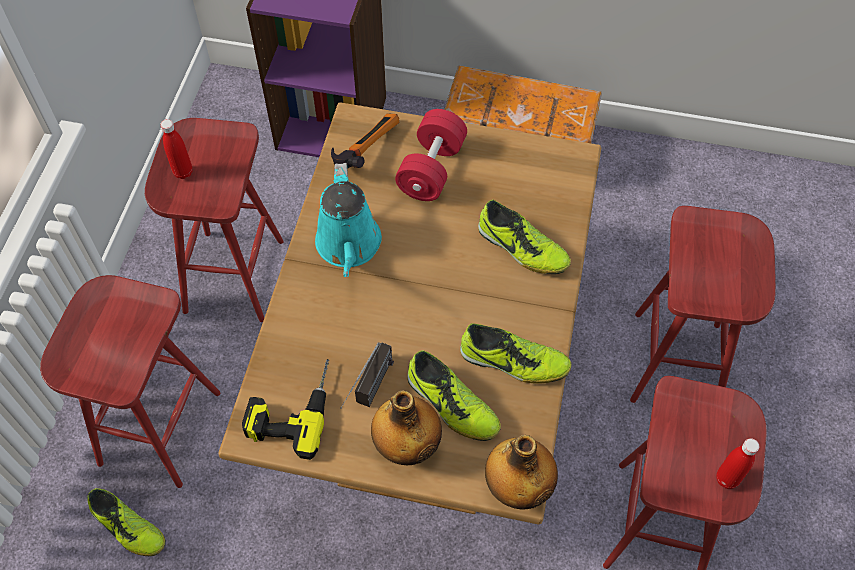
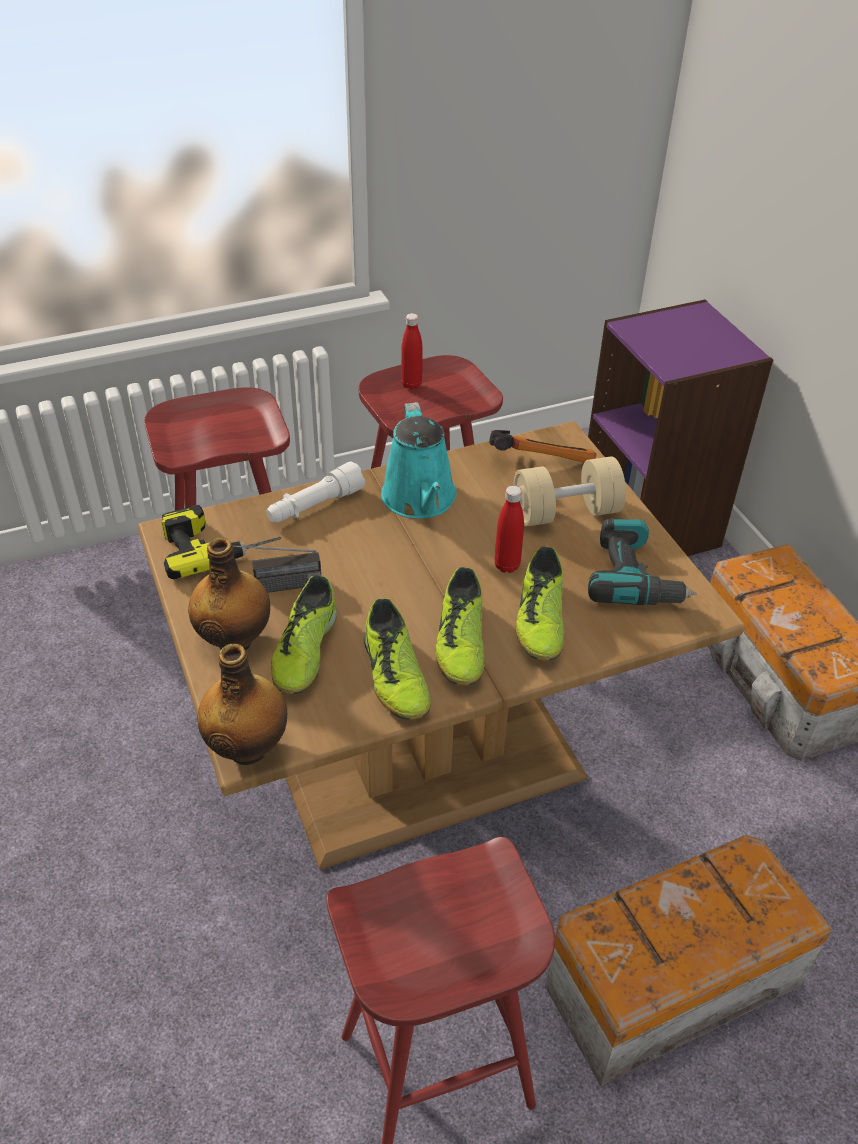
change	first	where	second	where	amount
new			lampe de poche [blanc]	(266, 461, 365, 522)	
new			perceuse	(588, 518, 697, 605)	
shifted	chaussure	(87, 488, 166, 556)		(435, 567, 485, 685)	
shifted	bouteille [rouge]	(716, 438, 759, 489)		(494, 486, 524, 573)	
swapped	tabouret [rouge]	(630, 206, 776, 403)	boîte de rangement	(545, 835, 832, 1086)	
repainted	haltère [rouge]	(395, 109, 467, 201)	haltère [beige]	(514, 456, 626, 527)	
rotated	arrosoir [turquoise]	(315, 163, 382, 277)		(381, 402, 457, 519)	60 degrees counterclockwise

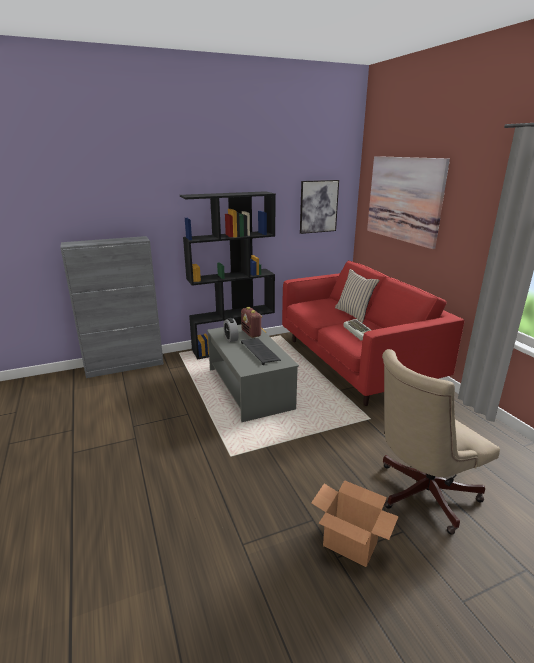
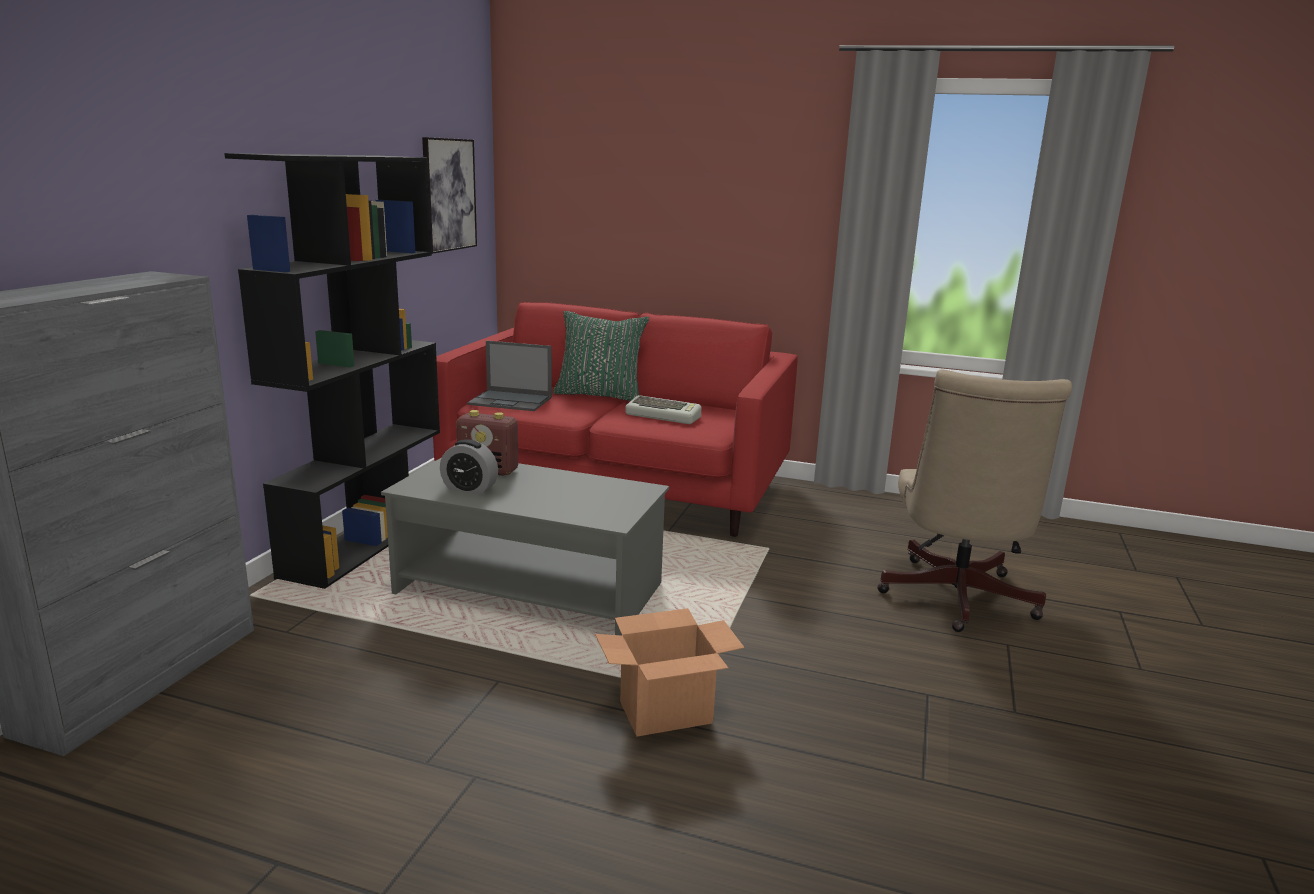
change	first	where	second	where	amount
gone	clavier	(241, 338, 281, 365)			
gone	tableau	(367, 156, 450, 249)			
new			ordinateur portable	(467, 341, 552, 411)	
shifted	carton	(311, 480, 399, 567)		(595, 608, 745, 737)	
repainted	coussin [beige]	(335, 269, 380, 323)	coussin [vert]	(553, 311, 649, 401)	

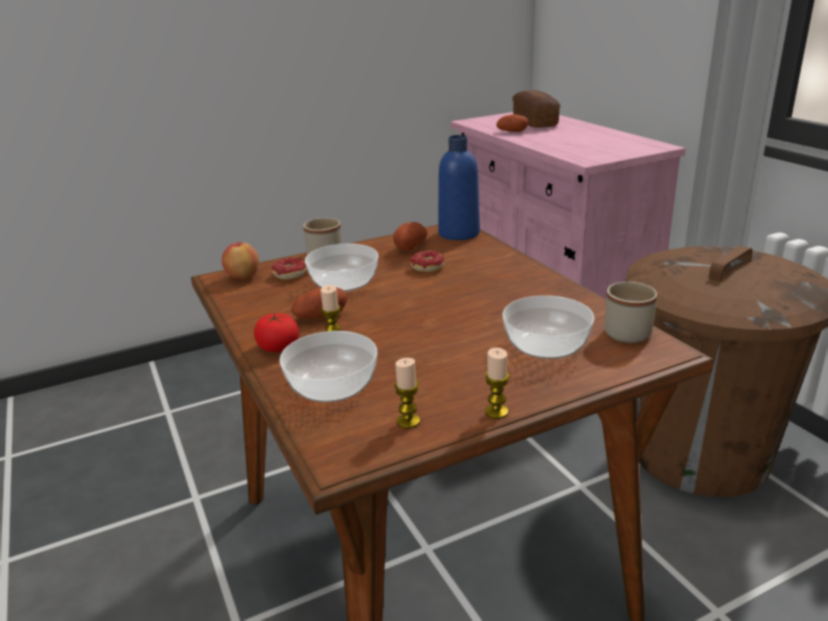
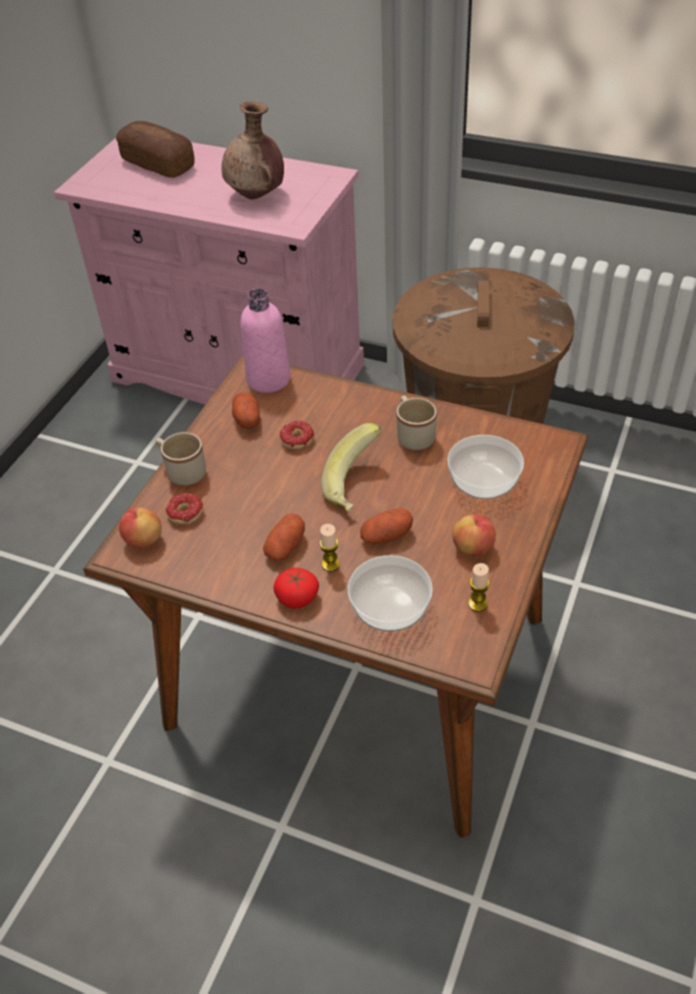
change	first	where	second	where	amount
gone	bol	(305, 244, 378, 292)			
gone	bougie	(485, 348, 509, 419)			
new			vase [marron]	(221, 102, 284, 199)	
new			banane	(321, 423, 382, 512)	
new			pomme	(452, 514, 496, 556)	
shifted	pomme de terre	(496, 114, 529, 132)		(360, 508, 413, 544)	
shifted	mug [beige]	(604, 282, 657, 343)		(397, 396, 437, 450)	
repainted	bouteille [bleu]	(438, 135, 480, 240)	bouteille [rose]	(241, 289, 290, 393)	

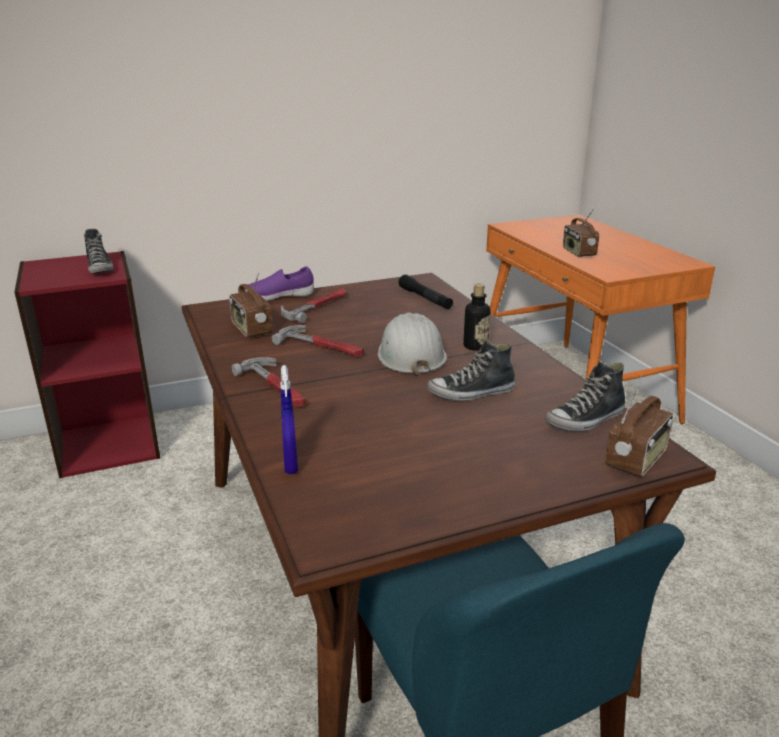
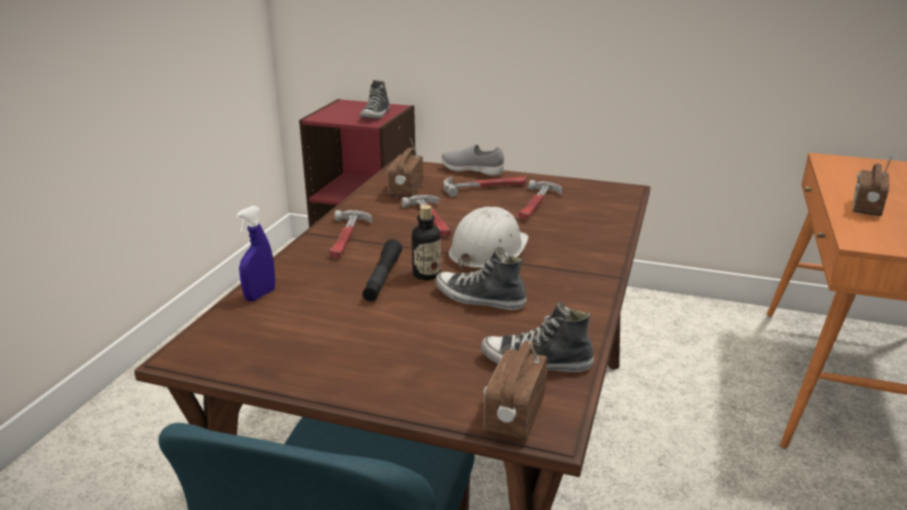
change	first	where	second	where	amount
new			marteau	(519, 180, 562, 220)	
shifted	lampe de poche [noir]	(399, 275, 453, 309)		(362, 239, 402, 301)	
shifted	bouteille	(463, 284, 490, 351)		(412, 205, 441, 280)	
repainted	chaussure [violet]	(245, 266, 314, 301)	chaussure [gris]	(441, 145, 504, 176)	
rotated	radio	(605, 375, 673, 477)		(484, 341, 547, 440)	120 degrees clockwise

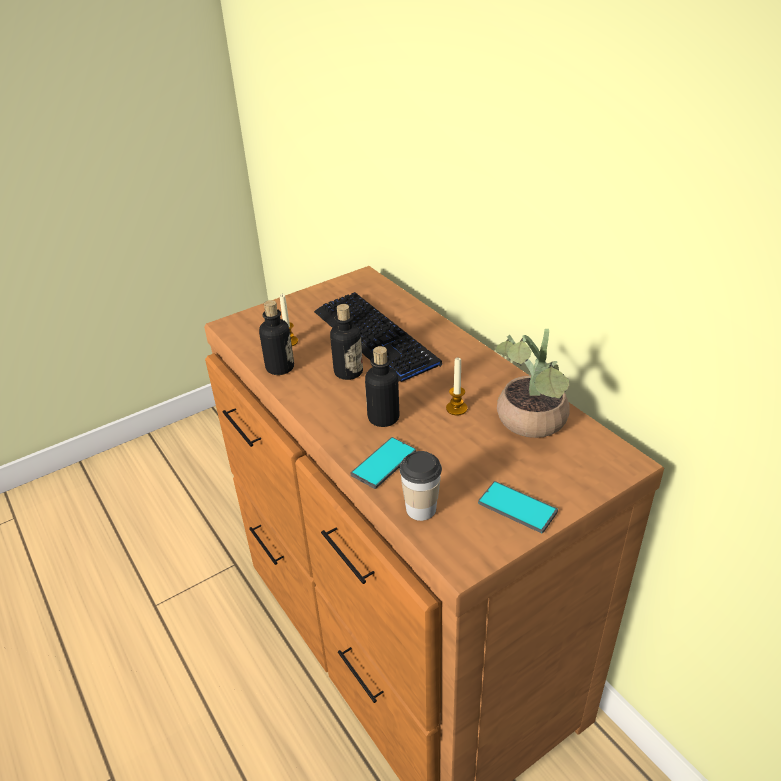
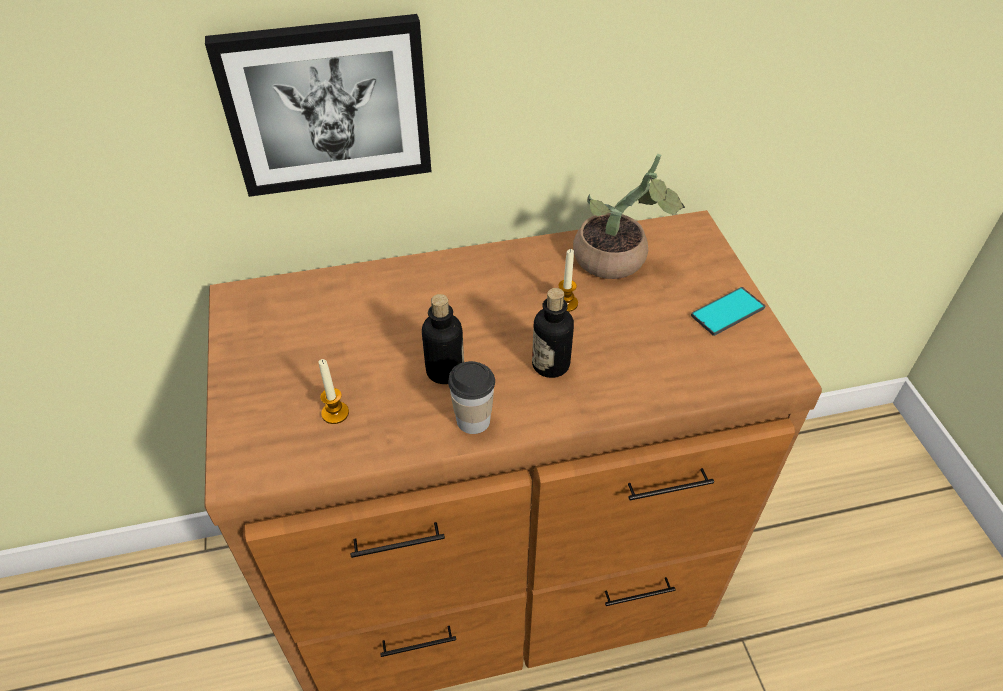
change	first	where	second	where	amount
gone	bouteille	(259, 300, 294, 375)			
gone	clavier	(314, 292, 442, 382)			
gone	téléphone	(351, 437, 416, 489)			
new			tableau	(205, 14, 432, 197)	
shifted	tasse	(399, 451, 442, 521)		(448, 361, 495, 434)	

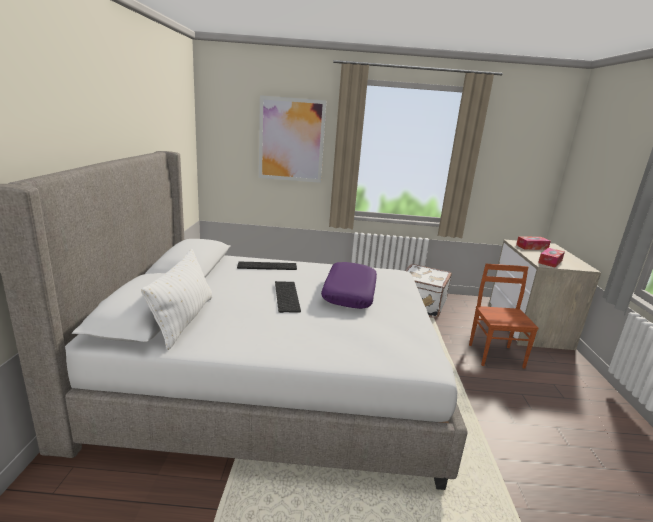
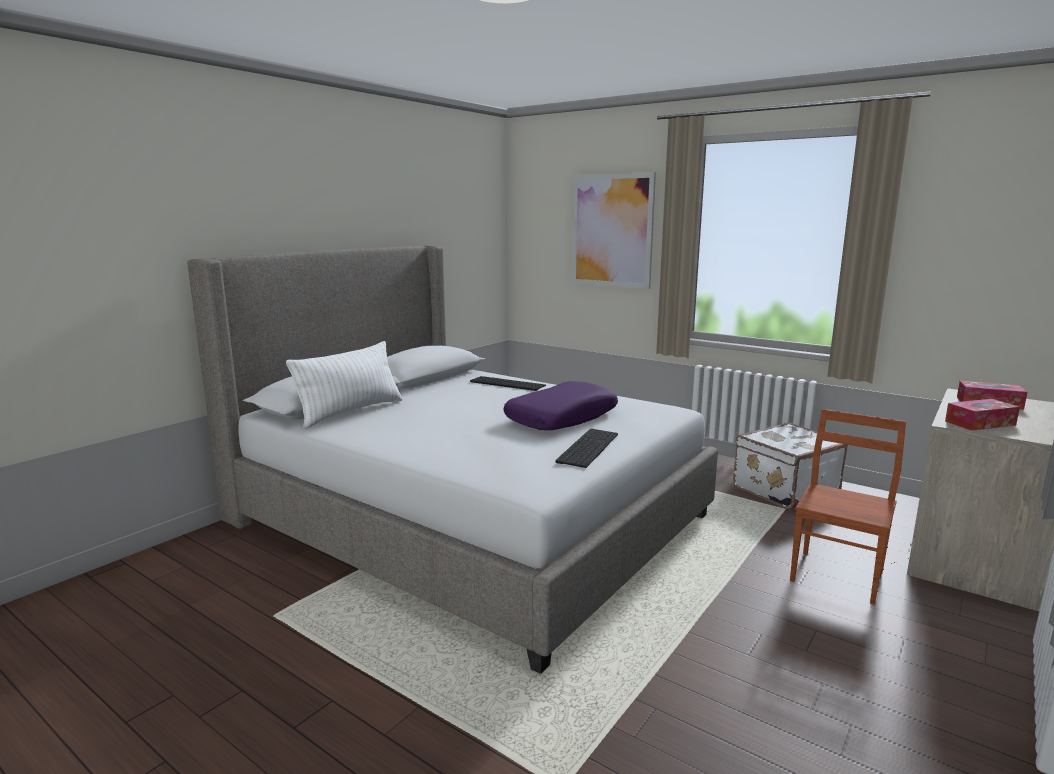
change	first	where	second	where	amount
shifted	clavier	(275, 281, 301, 313)		(555, 429, 618, 468)	

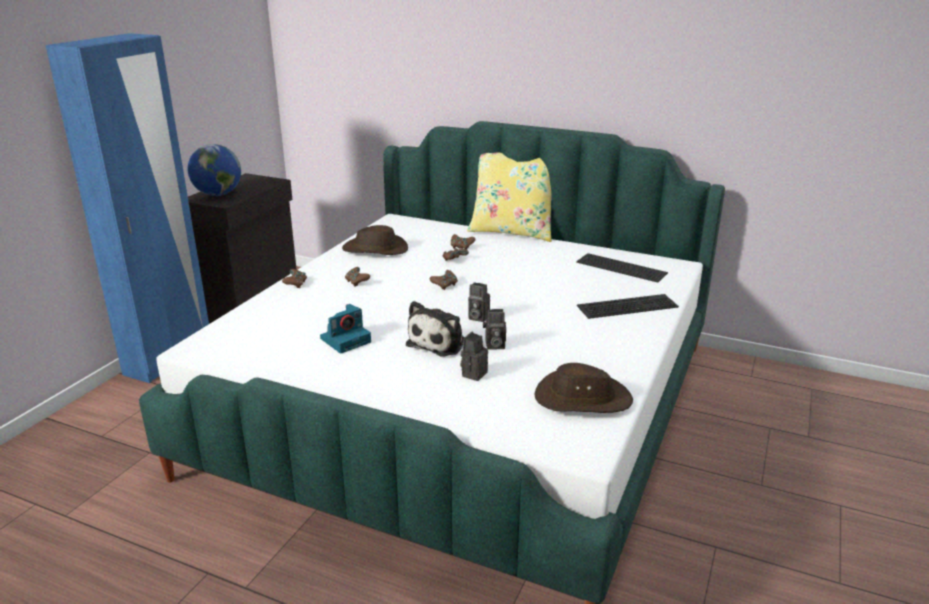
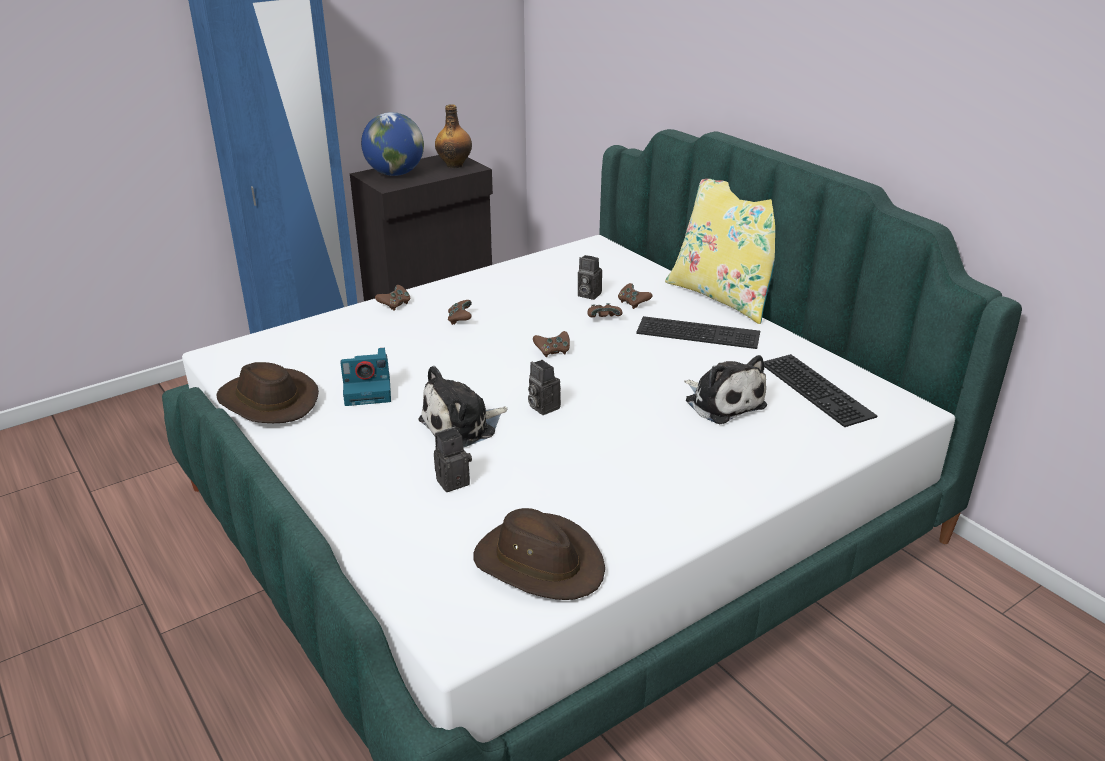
change	first	where	second	where	amount
new			bouteille	(435, 104, 472, 168)	
new			peluche	(684, 355, 767, 424)	
shifted	chapeau [marron]	(342, 225, 408, 255)		(216, 362, 319, 423)	
shifted	appareil photo	(483, 309, 506, 350)		(578, 255, 602, 300)	
shifted	clavier	(577, 294, 679, 319)		(636, 316, 760, 349)	

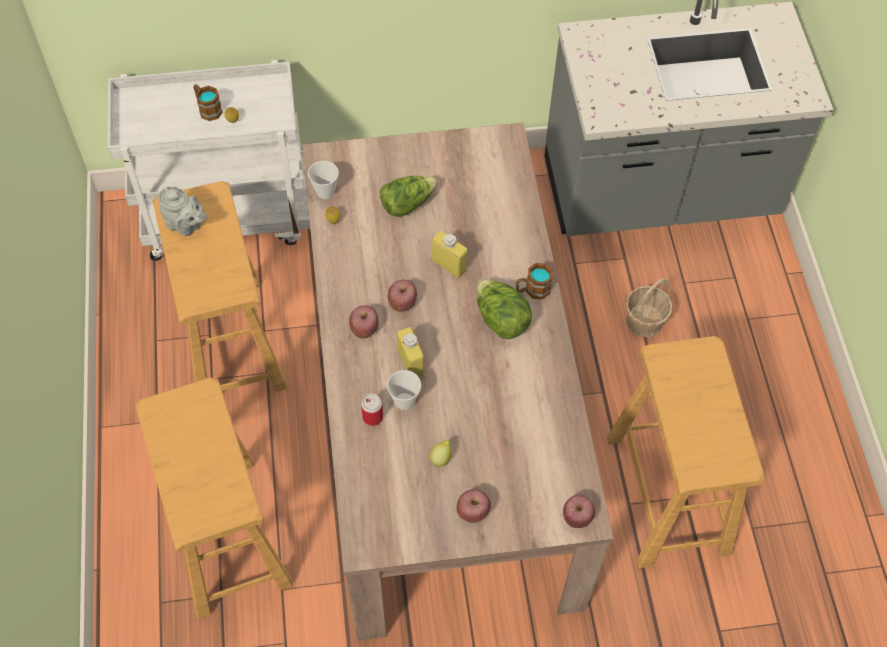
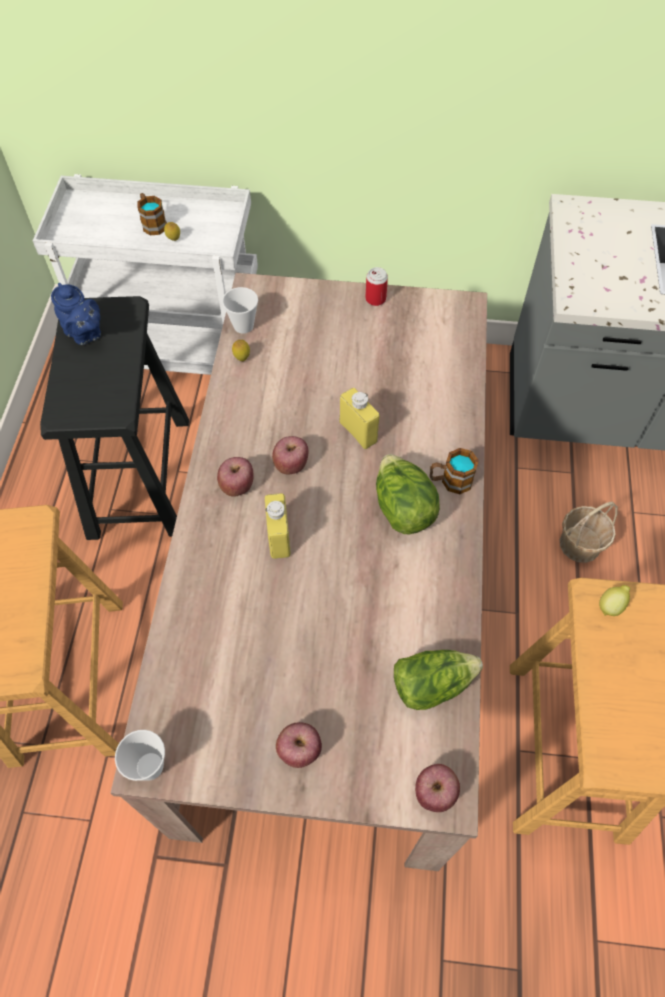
change	first	where	second	where	amount
shifted	boîte métallique	(361, 393, 383, 426)		(365, 267, 388, 306)	
shifted	laitue	(380, 175, 437, 217)		(394, 650, 483, 710)	
shifted	tasse	(387, 370, 421, 410)		(115, 730, 165, 781)	
shifted	citron	(429, 440, 452, 467)		(599, 585, 630, 616)	
repainted	tabouret [beige]	(153, 181, 288, 392)	tabouret [noir]	(40, 296, 189, 540)	
repainted	théière [gris]	(158, 187, 207, 236)	théière [bleu]	(51, 283, 101, 345)	

